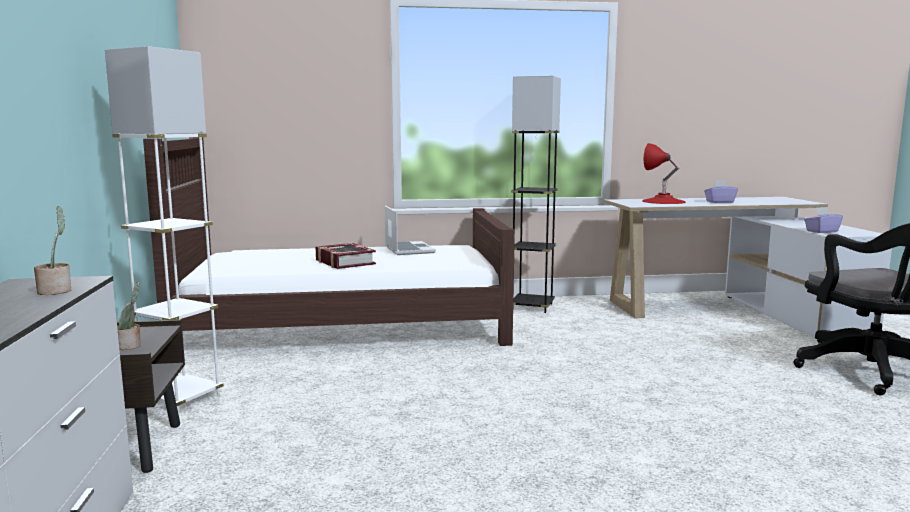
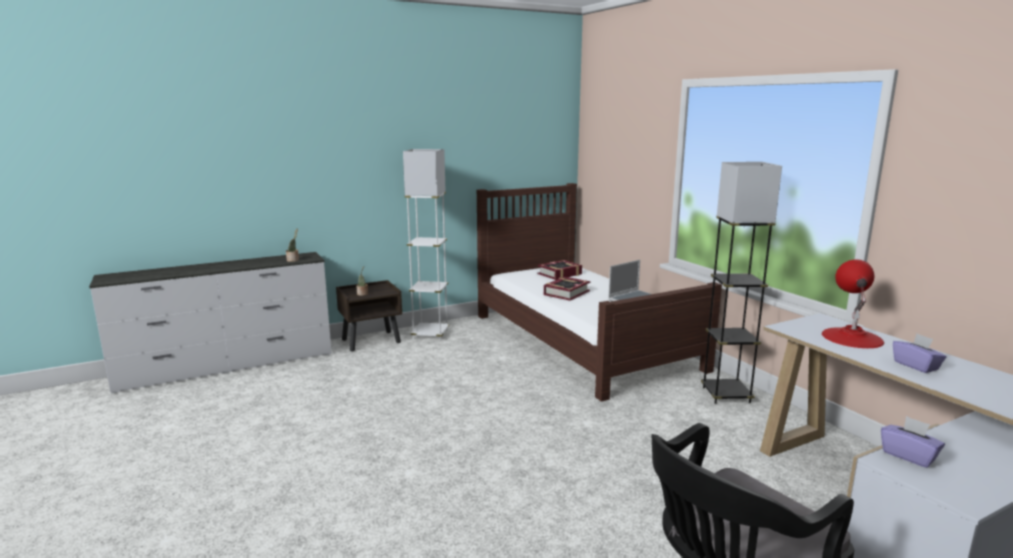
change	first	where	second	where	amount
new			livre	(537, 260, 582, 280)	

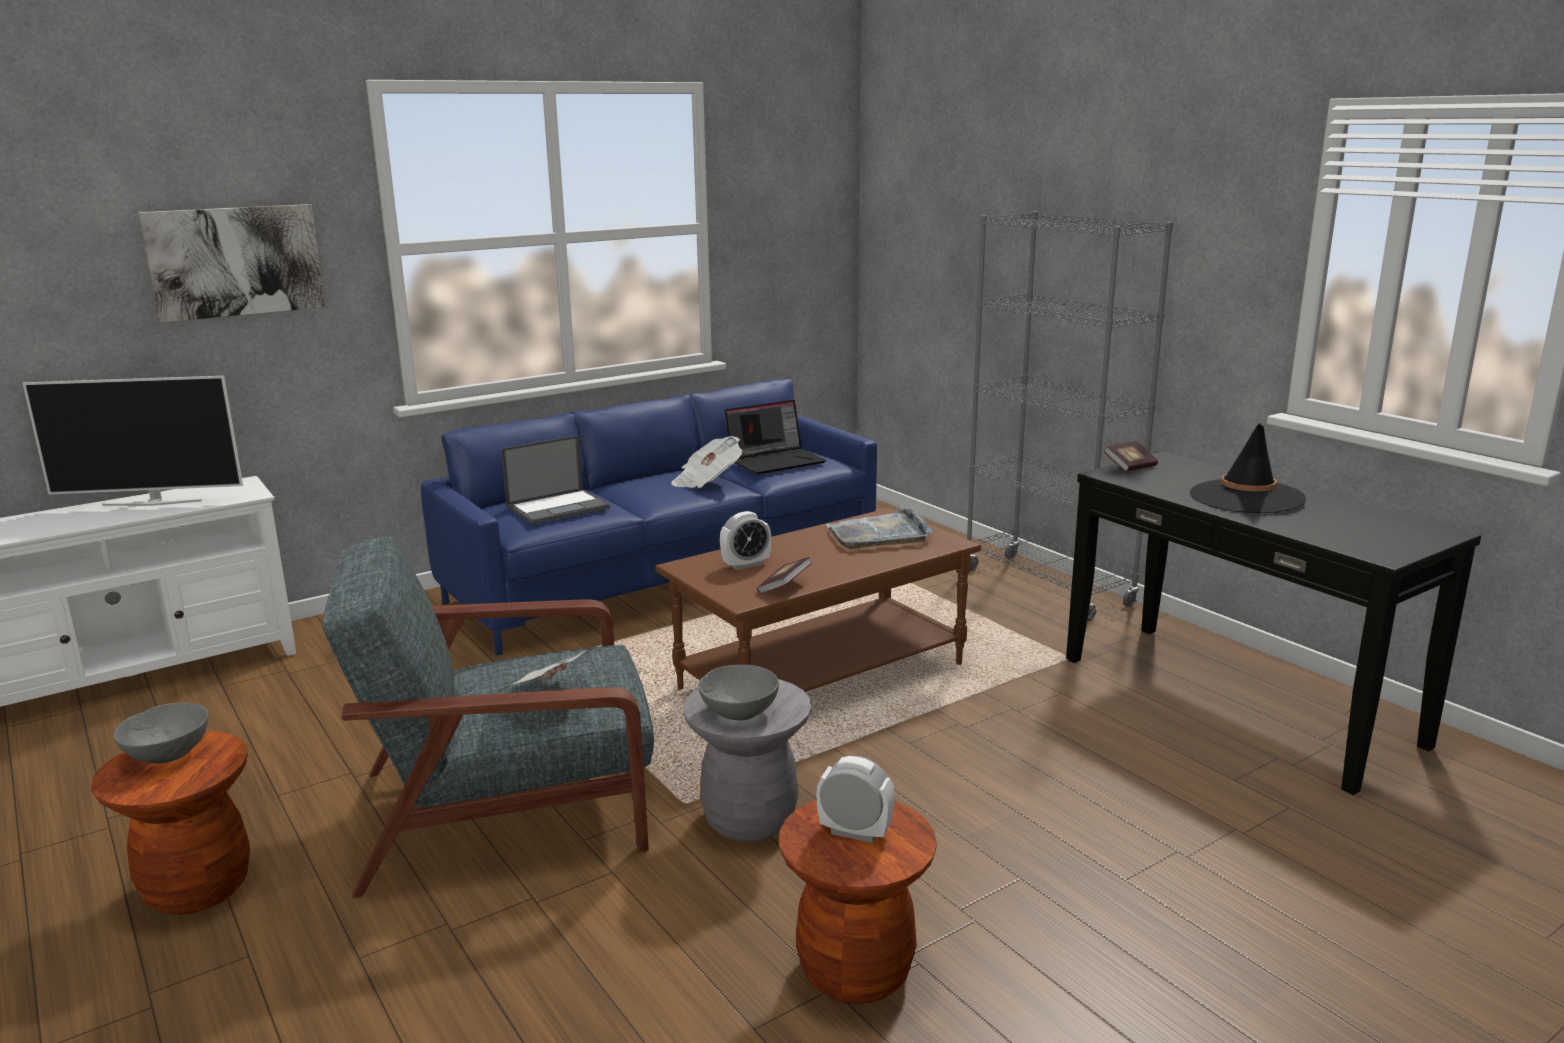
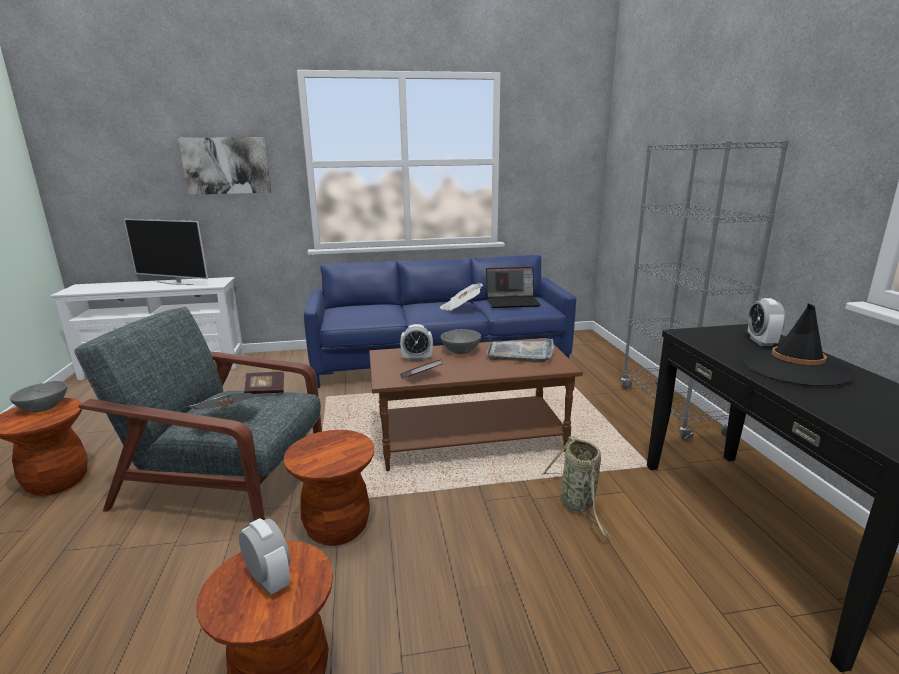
change	first	where	second	where	amount
gone	ordinateur portable	(501, 435, 610, 525)			
new			panier	(542, 436, 610, 536)	
new			réveil	(748, 298, 785, 346)	
shifted	bol [gris]	(698, 665, 779, 720)		(441, 329, 481, 354)	
shifted	livre	(1104, 441, 1158, 472)		(244, 372, 284, 394)	
repainted	tabouret [gris]	(683, 679, 811, 842)	tabouret [marron]	(283, 430, 375, 546)	

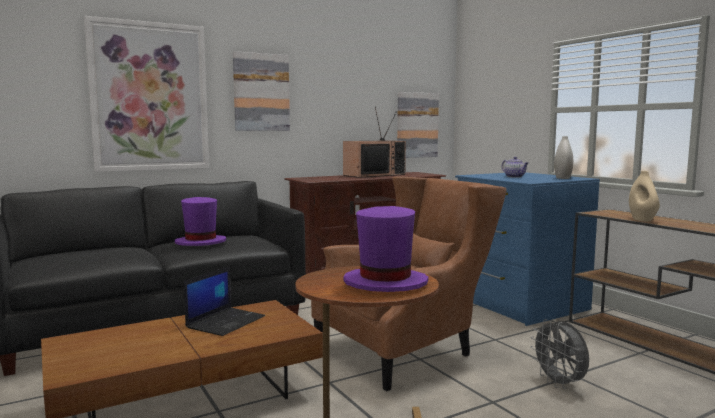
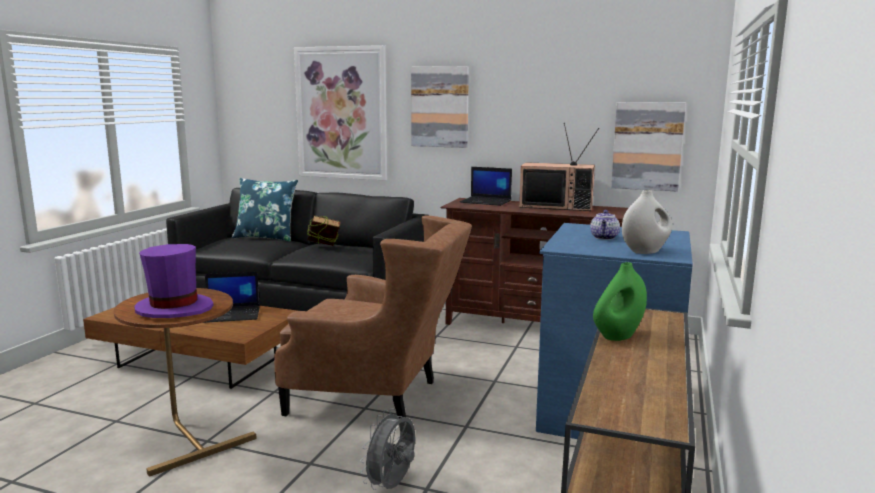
change	first	where	second	where	amount
new			coussin [bleu]	(232, 178, 298, 242)	
new			ordinateur portable	(460, 167, 512, 206)	
swapped	chapeau [violet]	(175, 197, 226, 246)	livre	(307, 215, 340, 246)	
repainted	vase [beige]	(629, 171, 660, 221)	vase [vert]	(593, 262, 647, 341)	

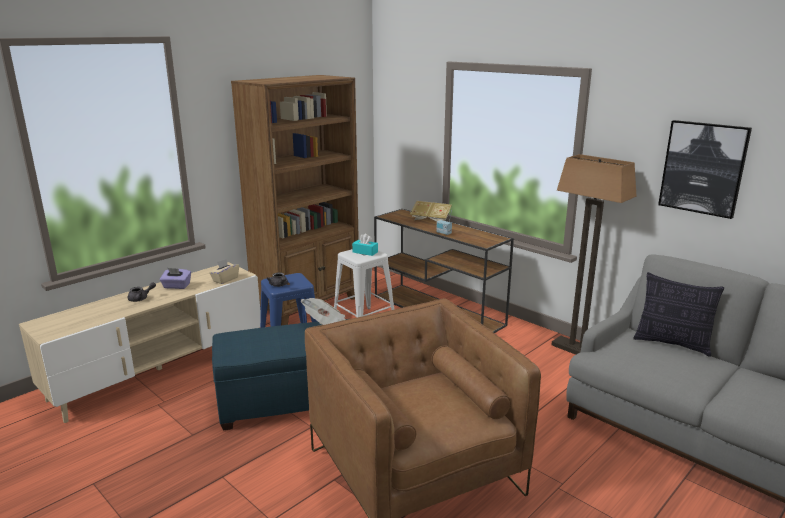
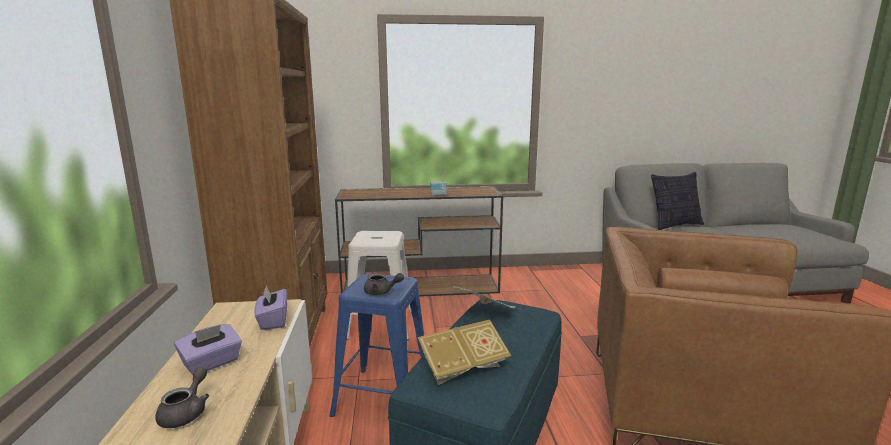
change	first	where	second	where	amount
gone	boîte à mouchoirs [turquoise]	(352, 234, 378, 256)			
gone	lampadaire	(551, 154, 637, 355)			
gone	tableau	(658, 120, 752, 219)			
shifted	livre	(410, 201, 452, 221)		(417, 320, 511, 385)	
repainted	boîte à mouchoirs [beige]	(209, 259, 239, 284)	boîte à mouchoirs [violet]	(254, 285, 287, 330)	

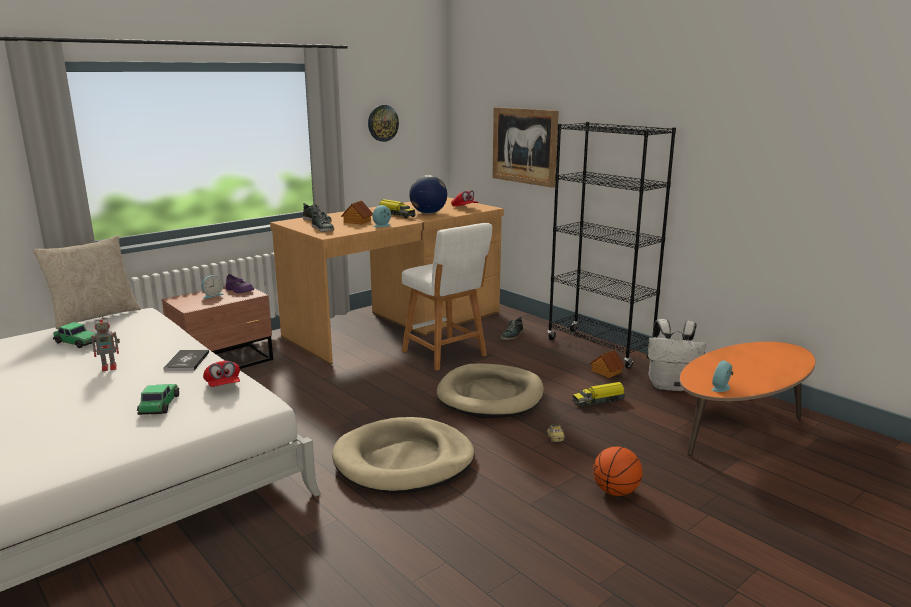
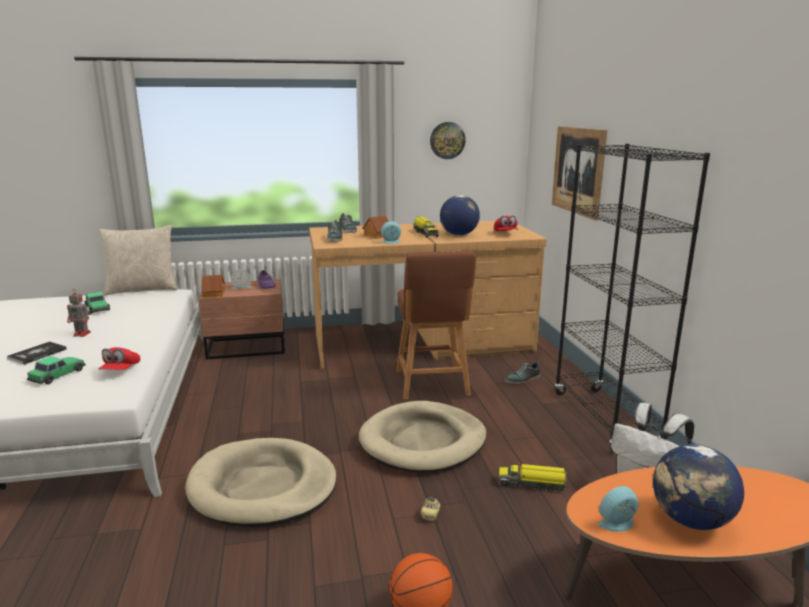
change	first	where	second	where	amount
new			globe	(653, 444, 744, 530)	
shifted	livre	(163, 350, 209, 371)		(7, 341, 67, 365)	
shifted	maison miniature	(590, 350, 625, 378)		(201, 275, 225, 298)	
repainted	tabouret [blanc]	(402, 223, 493, 371)	tabouret [marron]	(396, 251, 476, 399)	

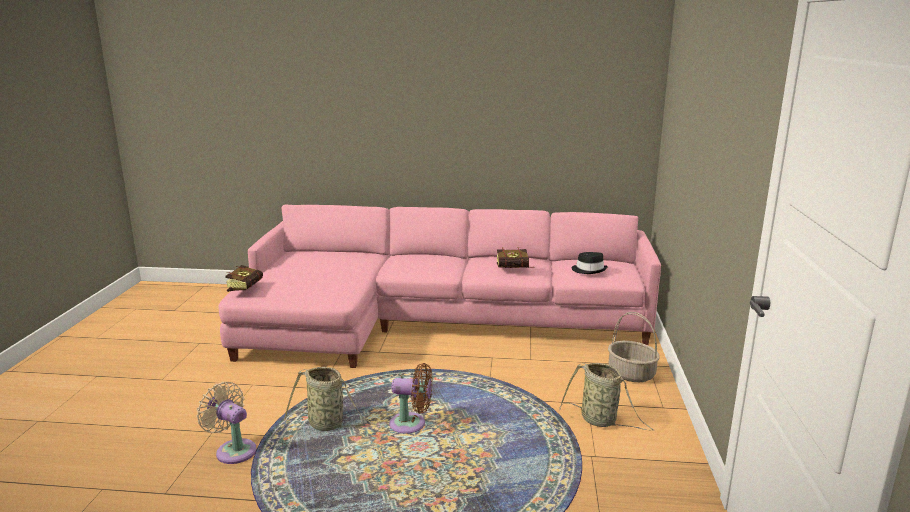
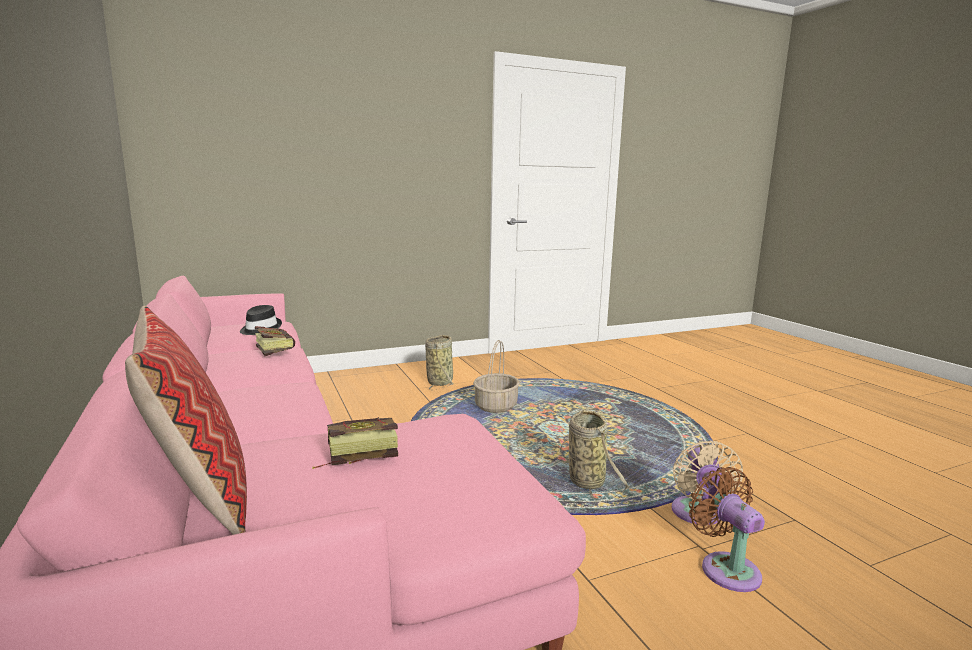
change	first	where	second	where	amount
new			coussin	(125, 306, 247, 535)	
shifted	livre	(225, 265, 263, 292)		(313, 417, 398, 469)	
shifted	ventilateur [marron]	(389, 363, 432, 433)		(689, 467, 765, 592)	
shifted	panier	(608, 312, 660, 382)		(473, 340, 520, 413)	

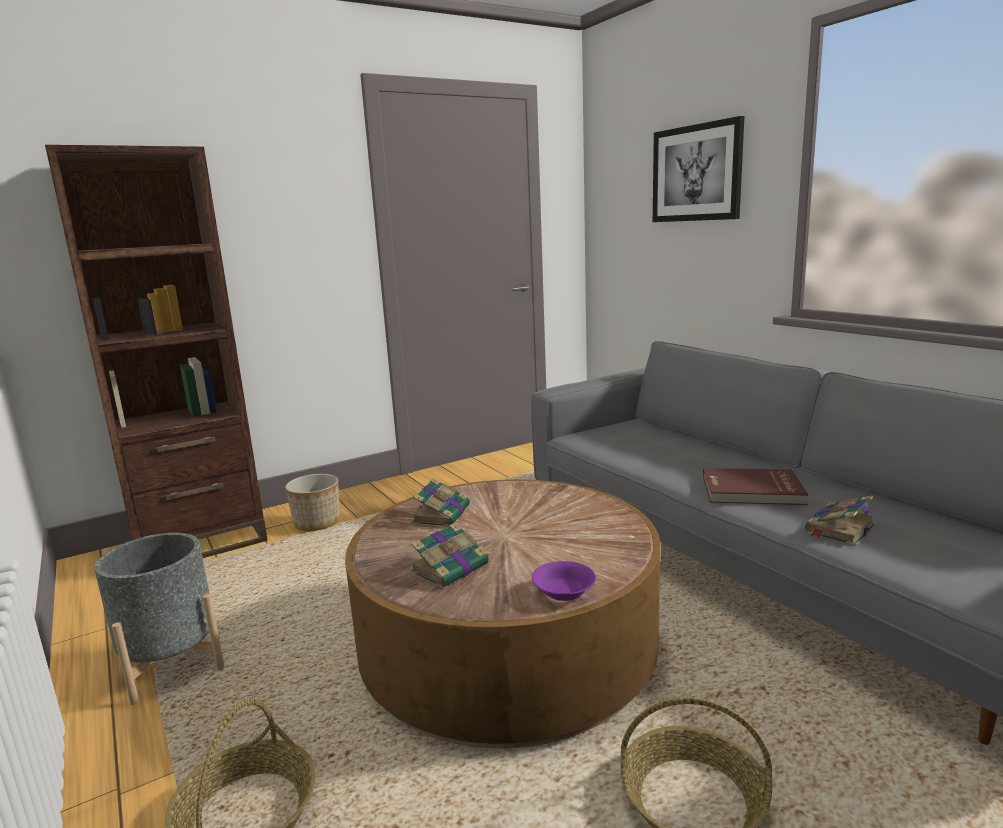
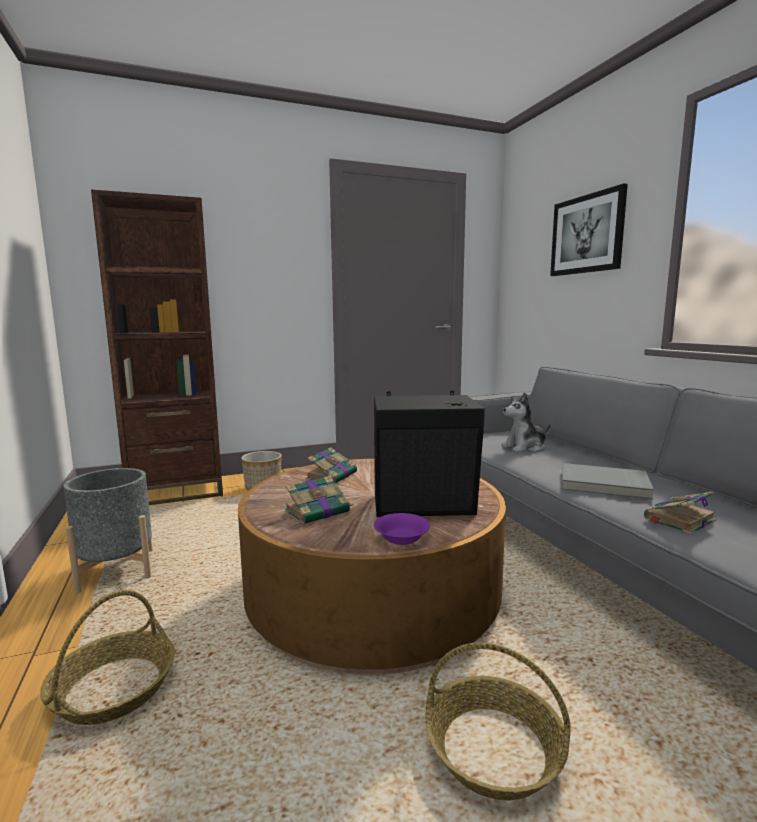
change	first	where	second	where	amount
new			enceinte [noir]	(374, 391, 485, 517)	
new			peluche	(501, 392, 550, 452)	
repainted	livre [rouge]	(703, 468, 808, 505)	livre [gris]	(562, 463, 654, 499)	

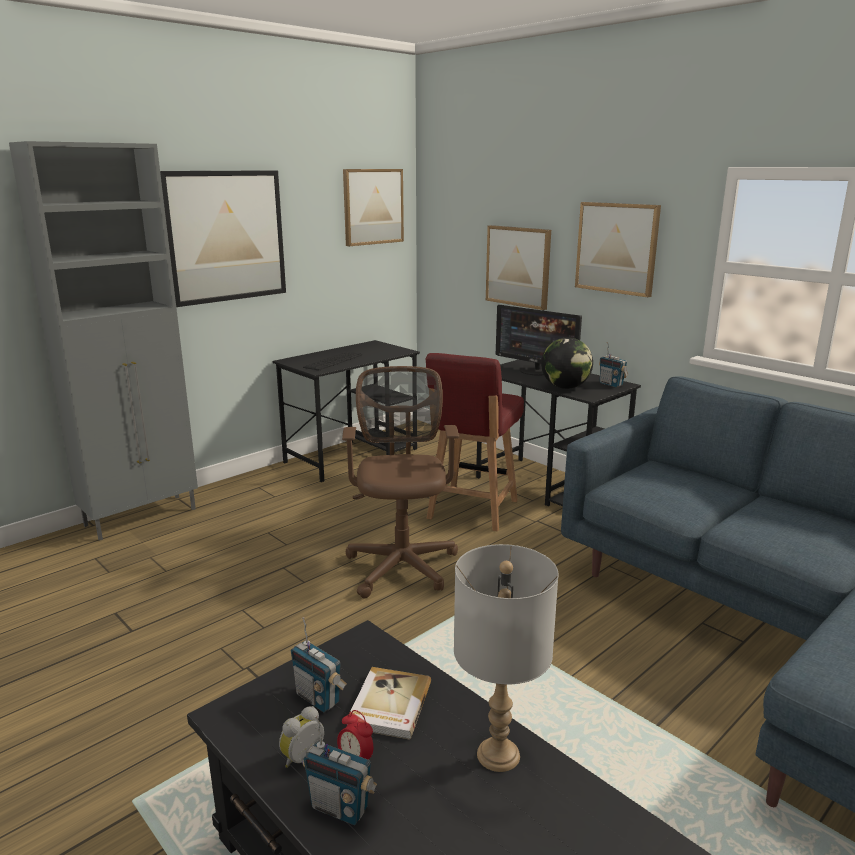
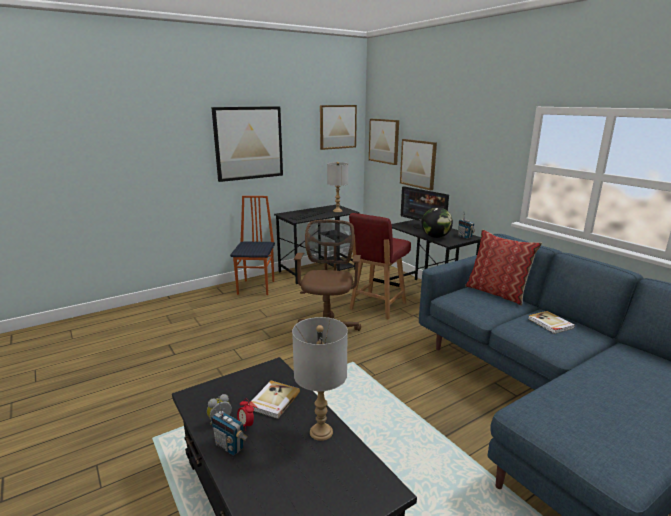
change	first	where	second	where	amount
gone	meuble de rangement [gris]	(9, 141, 198, 541)			
gone	radio	(291, 617, 347, 712)			
new			chaise	(230, 196, 275, 295)	
new			lampe de table [gris]	(327, 162, 348, 212)	
new			coussin	(465, 229, 542, 306)	
new			livre	(528, 311, 575, 334)	
shifted	tableau	(575, 202, 661, 297)		(369, 119, 399, 165)	

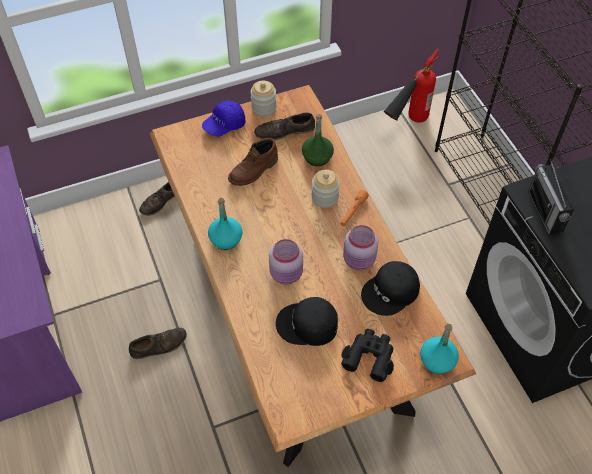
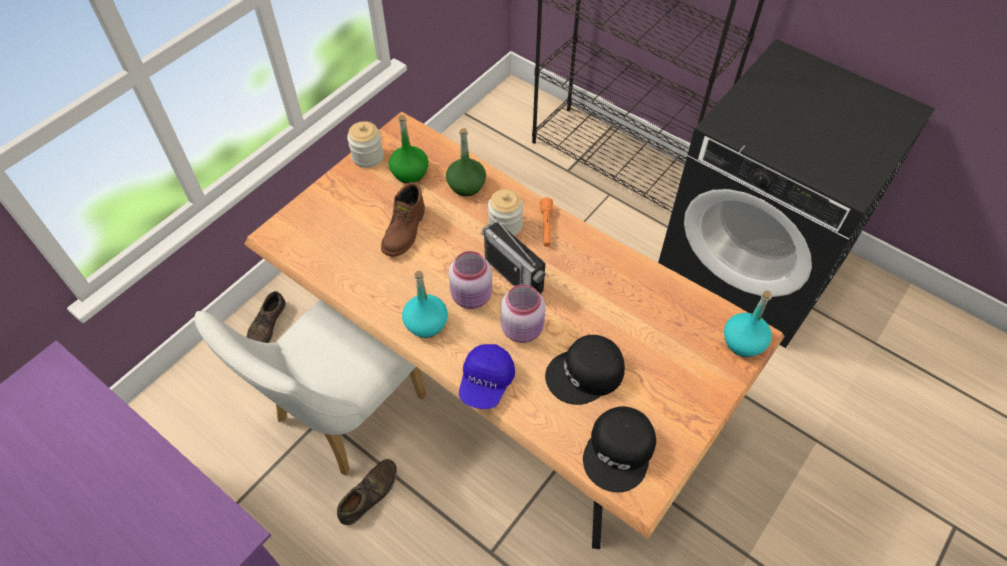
change	first	where	second	where	amount
gone	jumelles [noir]	(341, 329, 394, 382)			
gone	extincteur	(384, 49, 439, 122)			
new			chaise [blanc]	(194, 300, 426, 475)	
shifted	casquette [bleu]	(202, 101, 245, 137)		(459, 344, 515, 409)	
shifted	bocal [rose]	(343, 225, 378, 270)		(449, 251, 492, 309)	
shifted	casquette [noir]	(361, 261, 420, 316)		(583, 406, 656, 492)	
shifted	radio	(528, 159, 574, 236)		(481, 217, 546, 294)	
swapped	chaussure [marron]	(254, 112, 315, 141)	bouteille [vert]	(389, 115, 428, 183)	

